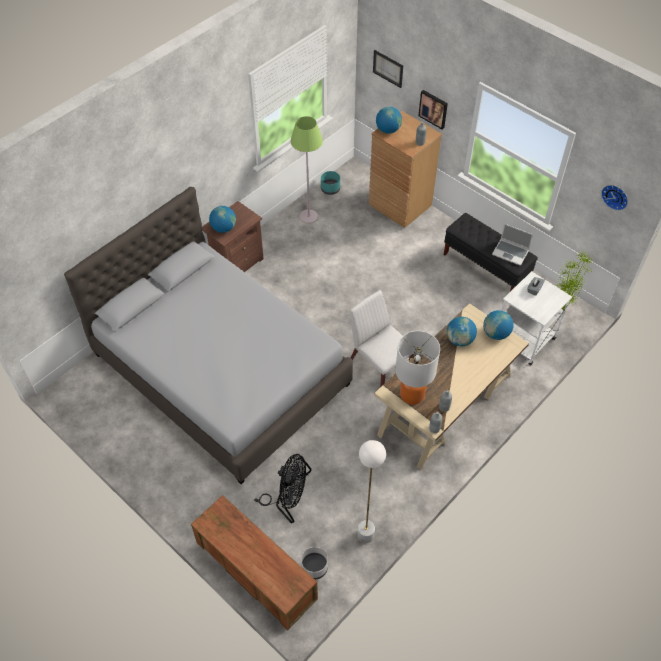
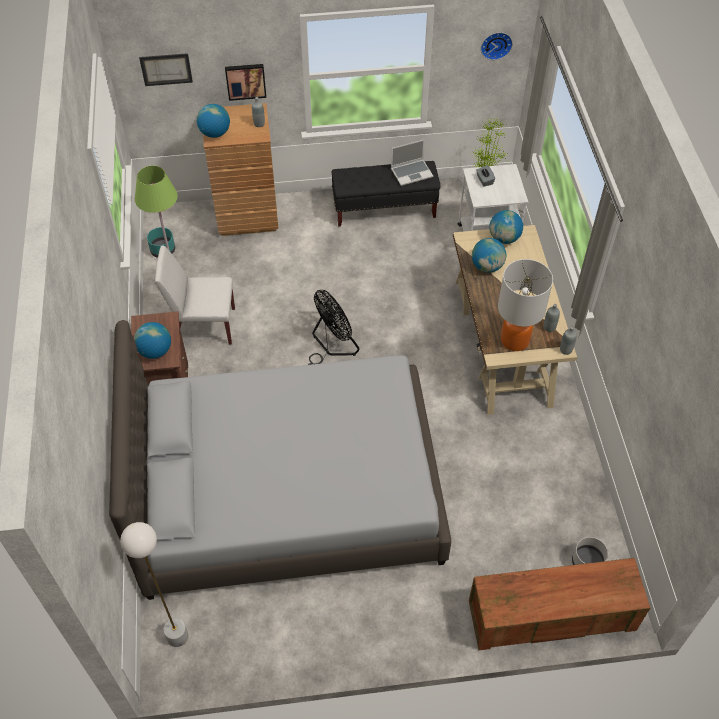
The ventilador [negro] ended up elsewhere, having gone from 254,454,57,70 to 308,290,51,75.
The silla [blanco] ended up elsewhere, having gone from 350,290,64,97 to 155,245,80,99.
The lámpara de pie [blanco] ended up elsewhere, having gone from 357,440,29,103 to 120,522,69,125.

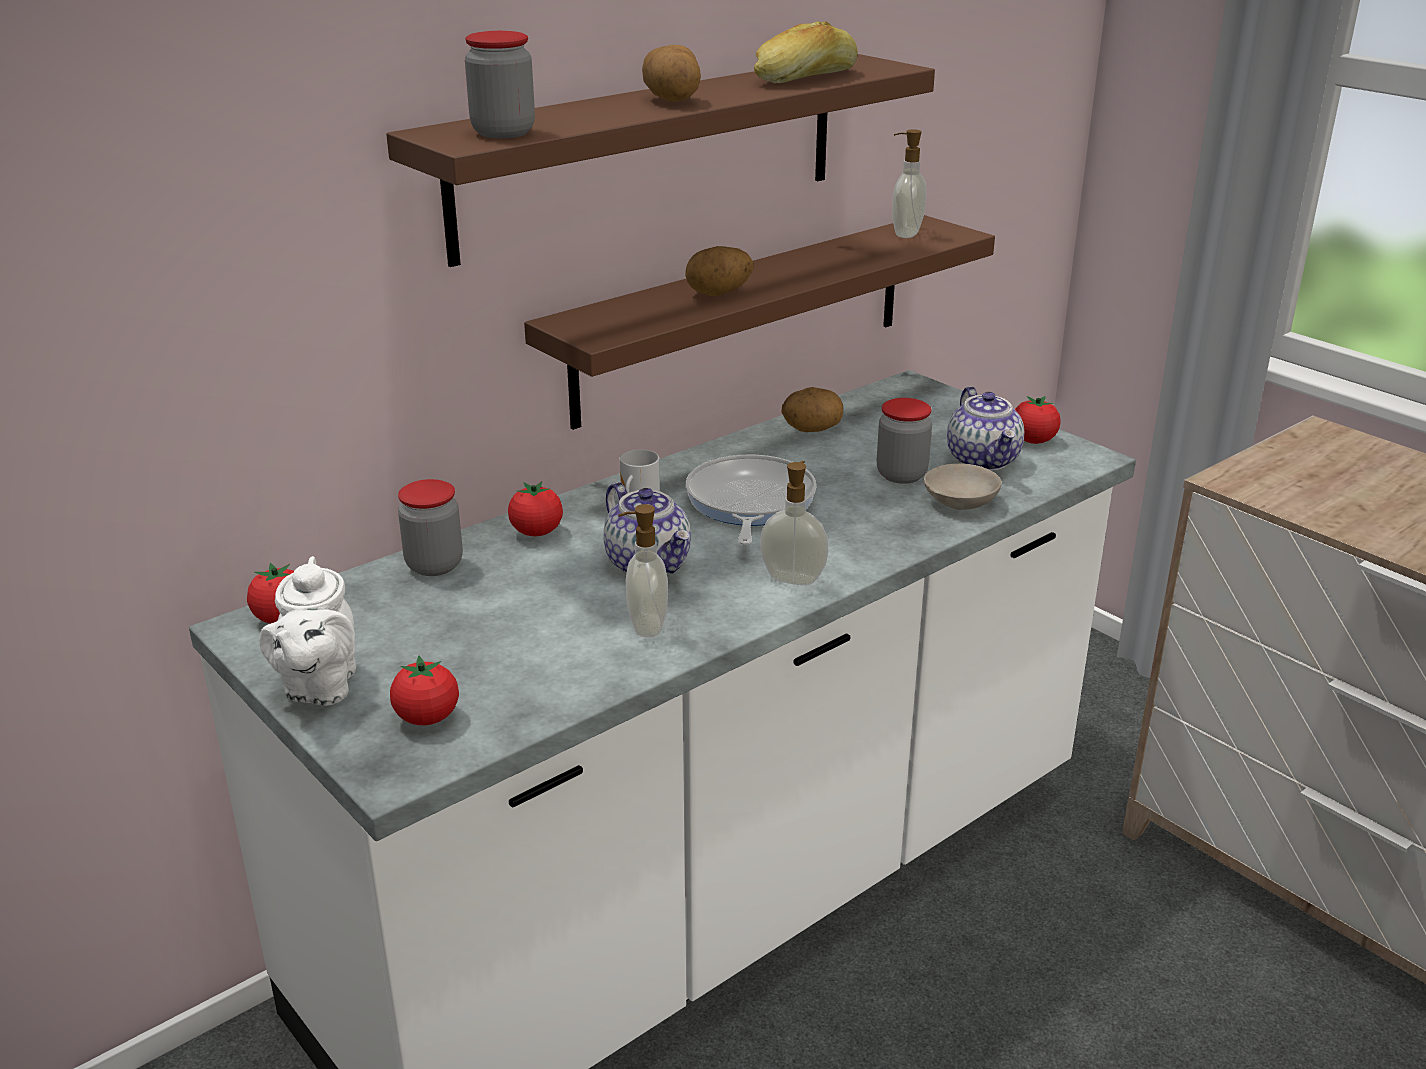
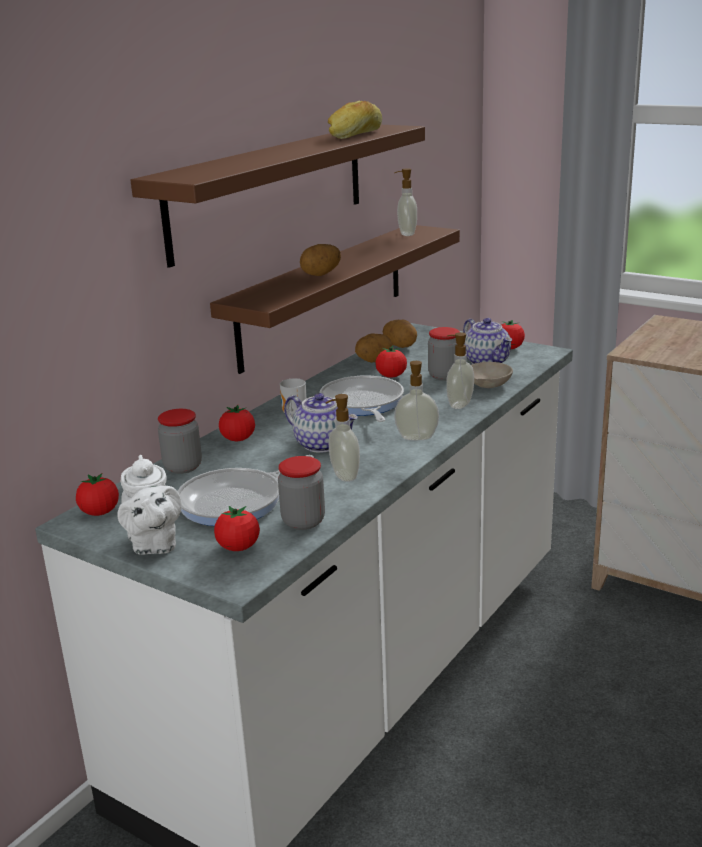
The second view gained the sartén at 177,455,137,71.
The second view gained the tomate at 375,345,32,33.
The second view gained the dispensador de jabón at 446,332,28,77.
The tarro ended up elsewhere, having gone from 465,31,70,107 to 278,456,47,74.
The patata ended up elsewhere, having gone from 642,45,59,57 to 383,319,34,29.

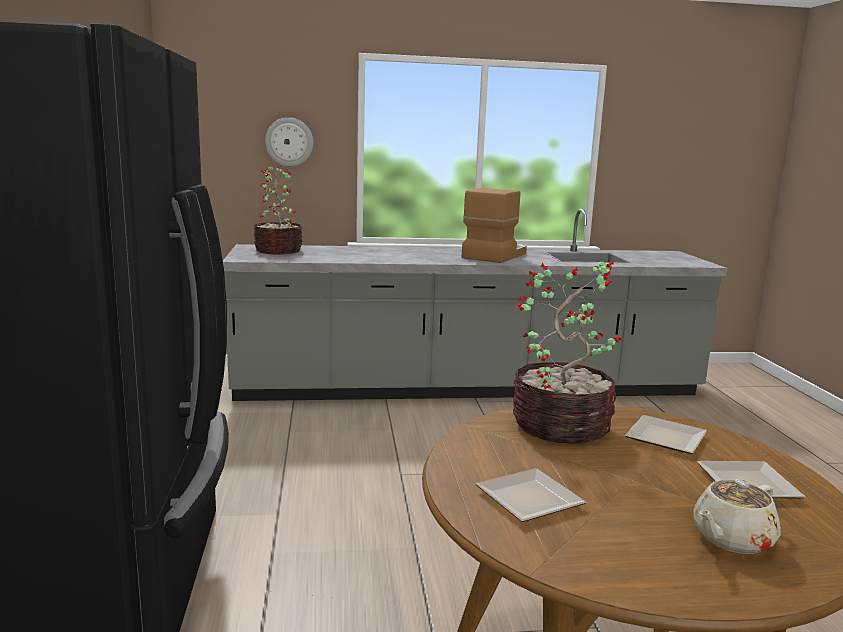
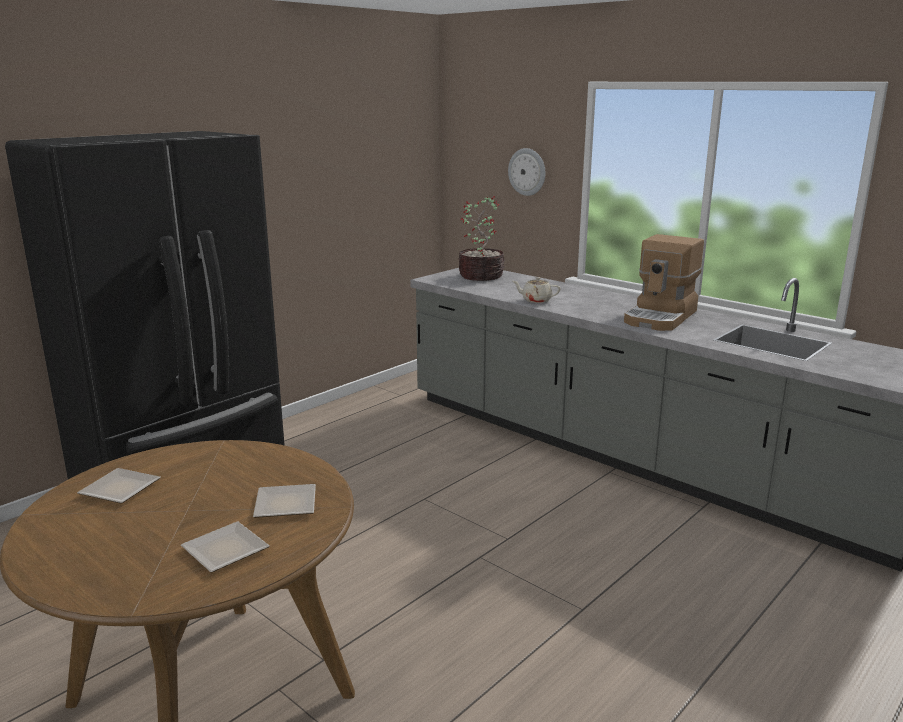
The second view lost the planta en maceta at 513,261,109,183.
The tetera [beis] ended up elsewhere, having gone from 693,479,88,75 to 513,277,48,26.
The cafetera at 462,188,65,75 ended up facing another way, 135 degrees clockwise from before.

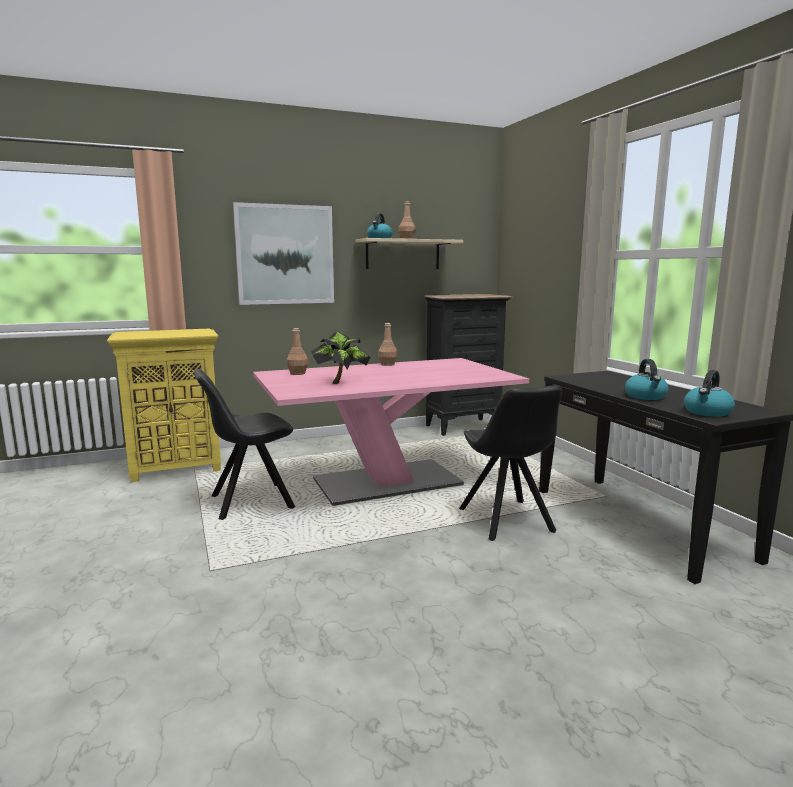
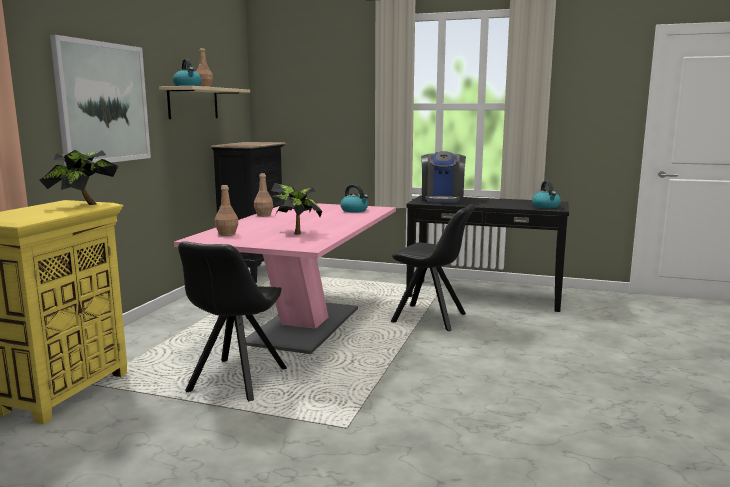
The second view gained the planta en maceta at 39,150,79,55.
The second view gained the cafetera at 421,151,45,52.
The hervidor ended up elsewhere, having gone from 625,359,43,41 to 340,184,28,29.

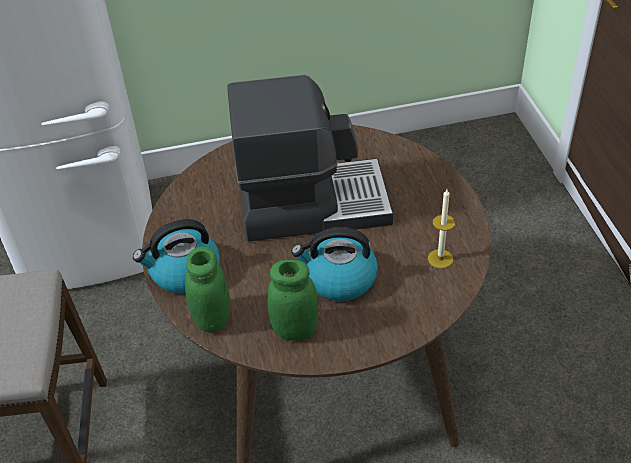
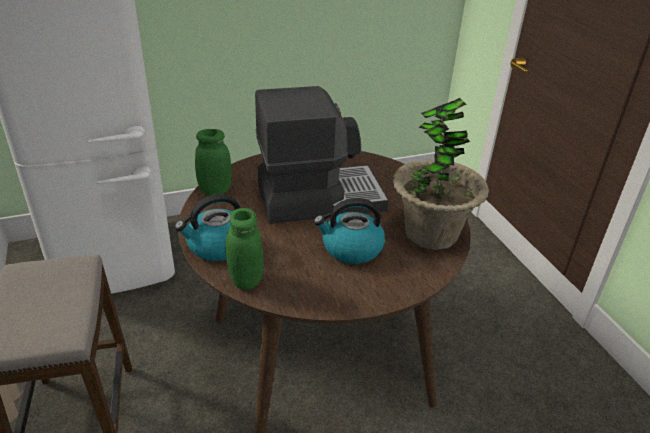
The tarro [verde] ended up elsewhere, having gone from 267,260,51,81 to 195,129,36,66.
Where the vela stood at 428,189,27,79, the planta en maceta came to stand at 393,98,96,152.

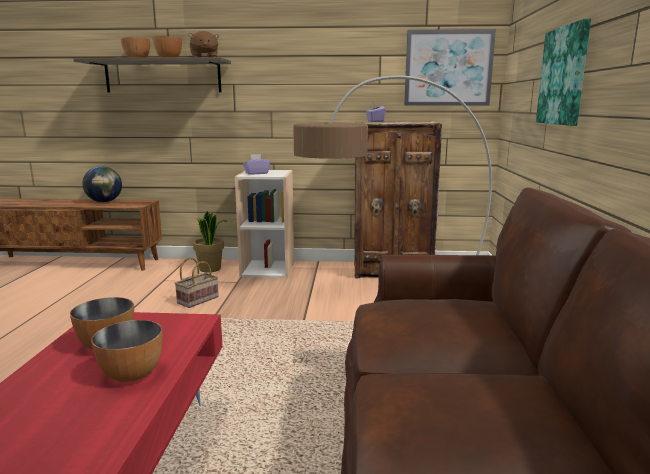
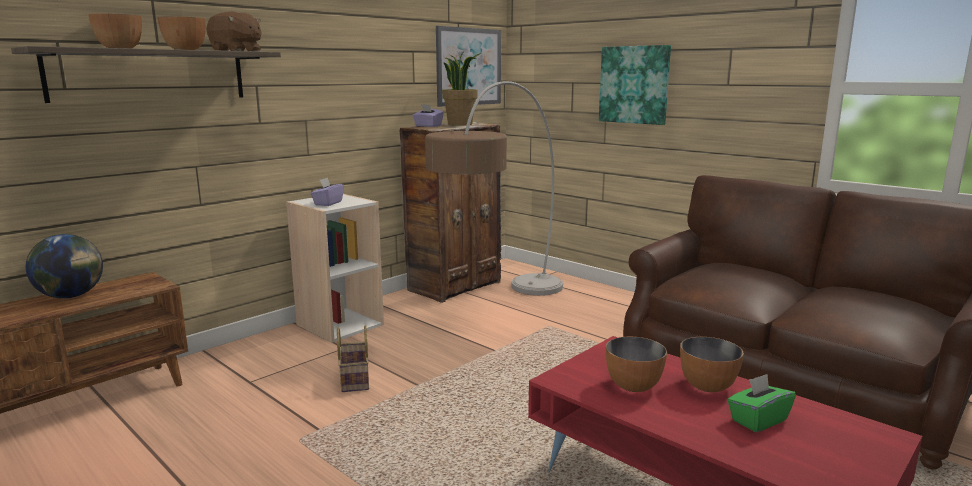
The second view gained the caja de pañuelos [verde] at 727,374,69,58.
The planta en maceta ended up elsewhere, having gone from 193,211,34,62 to 442,51,39,75.

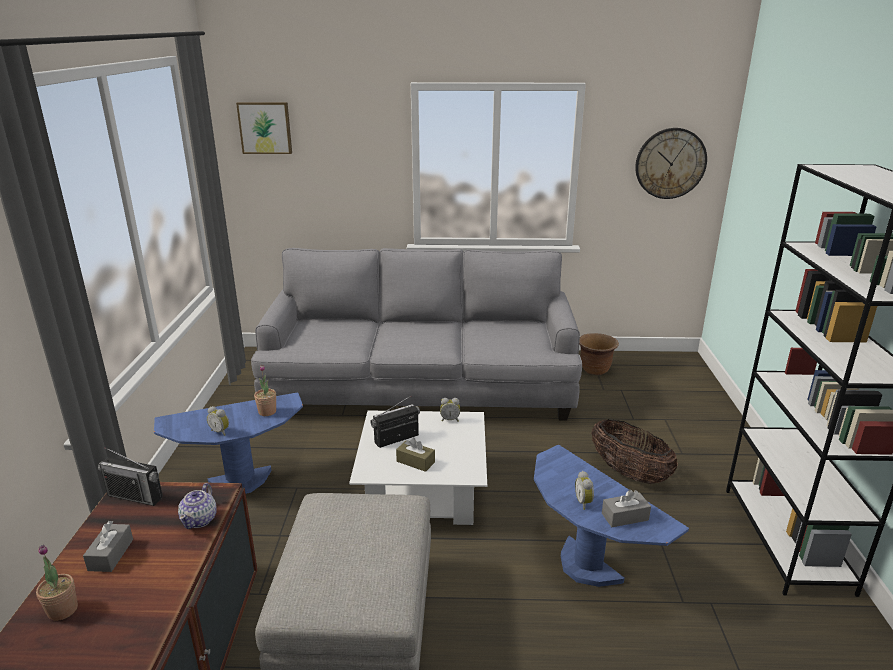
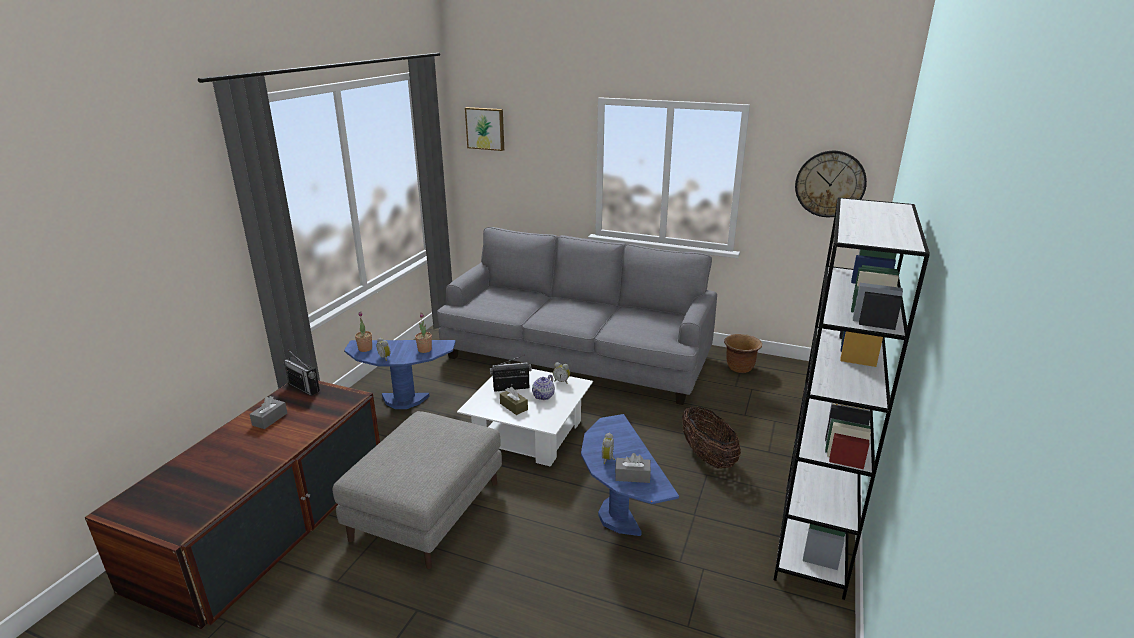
The planta en maceta ended up elsewhere, having gone from 36,544,42,77 to 355,312,17,40.
The tetera ended up elsewhere, having gone from 178,483,39,46 to 532,375,23,25.

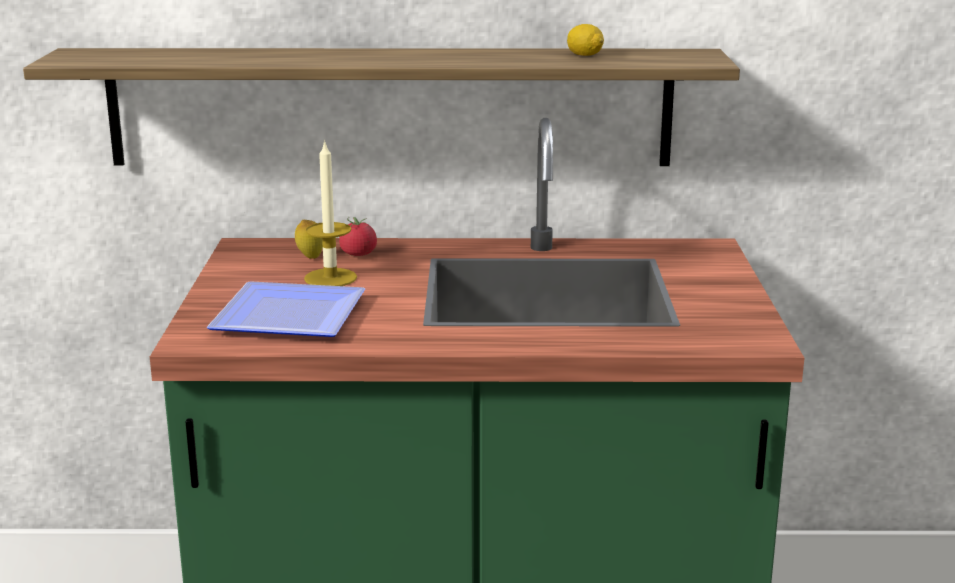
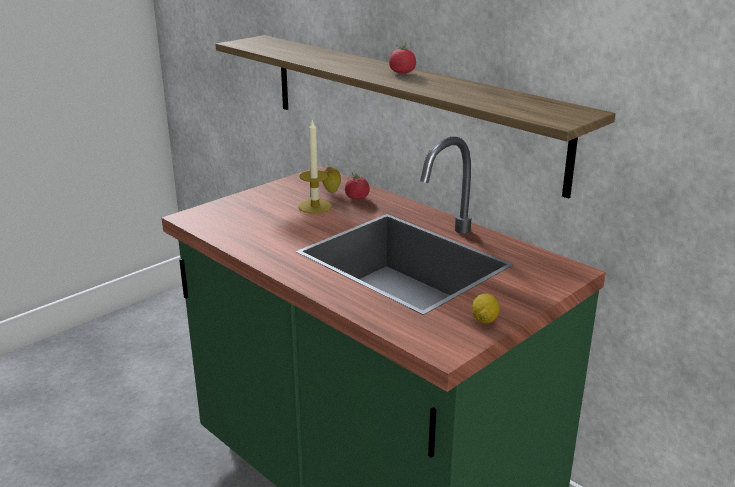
The second view lost the plato at 206,281,159,56.
The second view gained the tomate at 389,44,27,30.
The limón ended up elsewhere, having gone from 567,24,37,32 to 472,293,28,30.

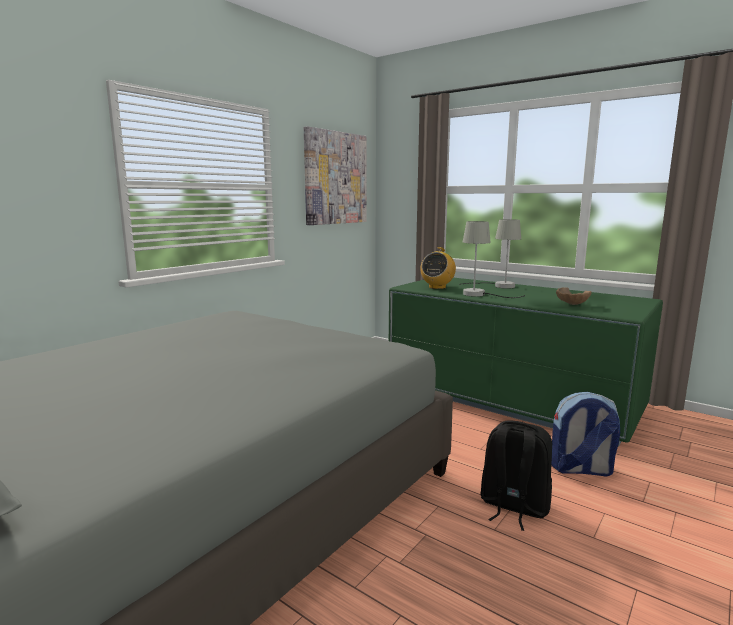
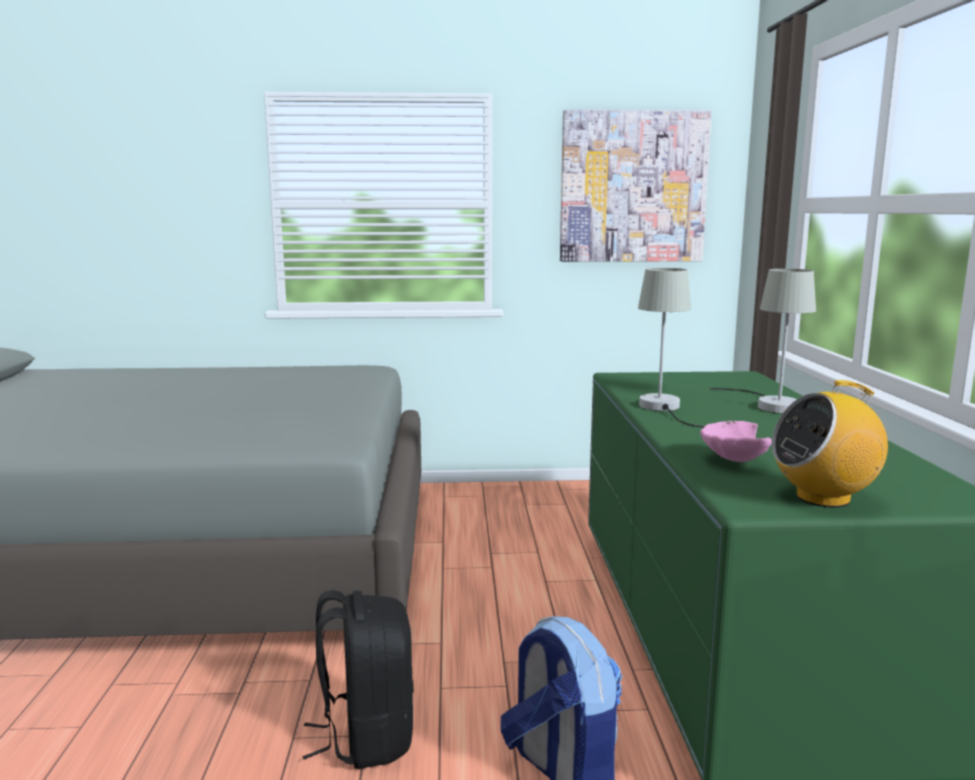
The radio ended up elsewhere, having gone from 420,247,36,42 to 771,380,117,127.
What was the cuenco [marrón] at 556,287,36,18 turned into the cuenco [rosa] at 700,421,72,41.

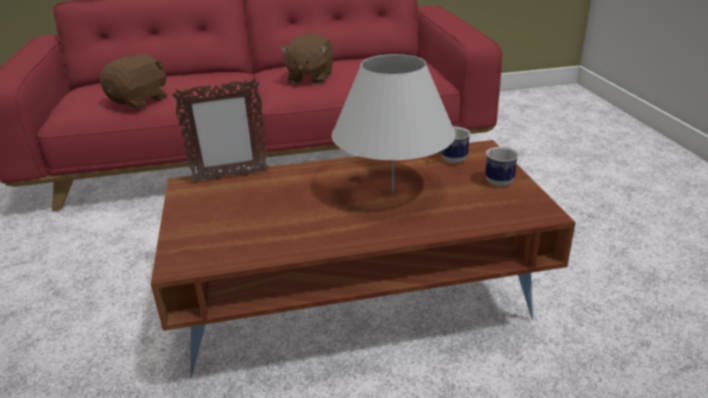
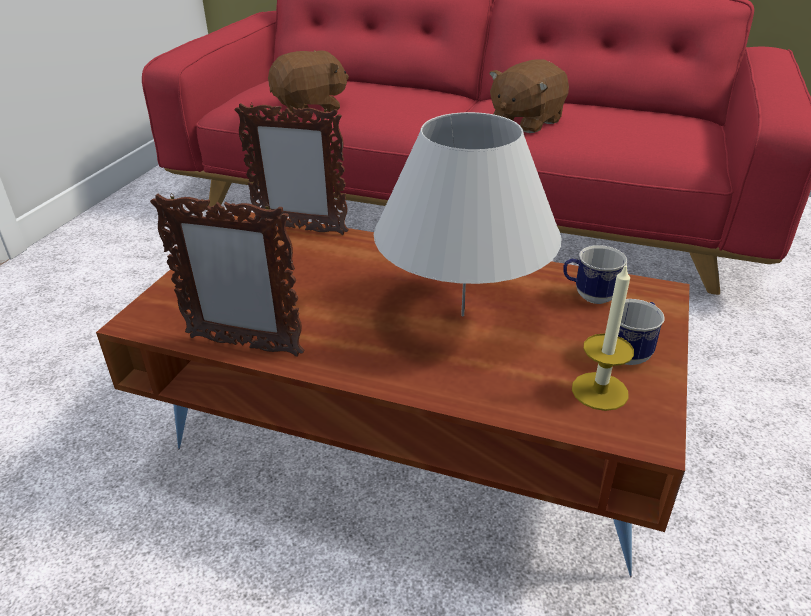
The second view gained the portarretratos at 150,193,155,164.
The second view gained the vela at 572,265,62,146.

